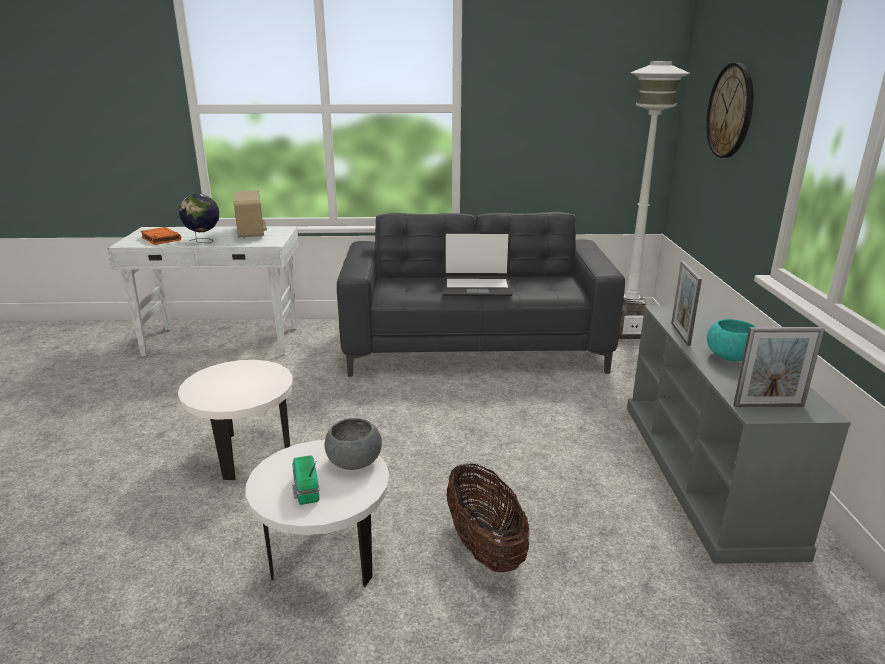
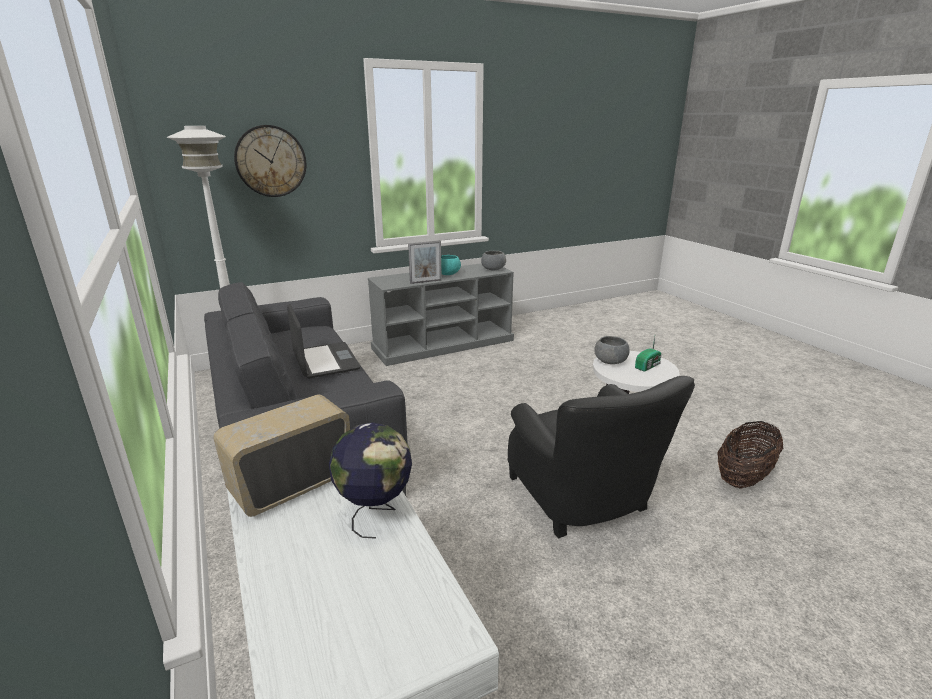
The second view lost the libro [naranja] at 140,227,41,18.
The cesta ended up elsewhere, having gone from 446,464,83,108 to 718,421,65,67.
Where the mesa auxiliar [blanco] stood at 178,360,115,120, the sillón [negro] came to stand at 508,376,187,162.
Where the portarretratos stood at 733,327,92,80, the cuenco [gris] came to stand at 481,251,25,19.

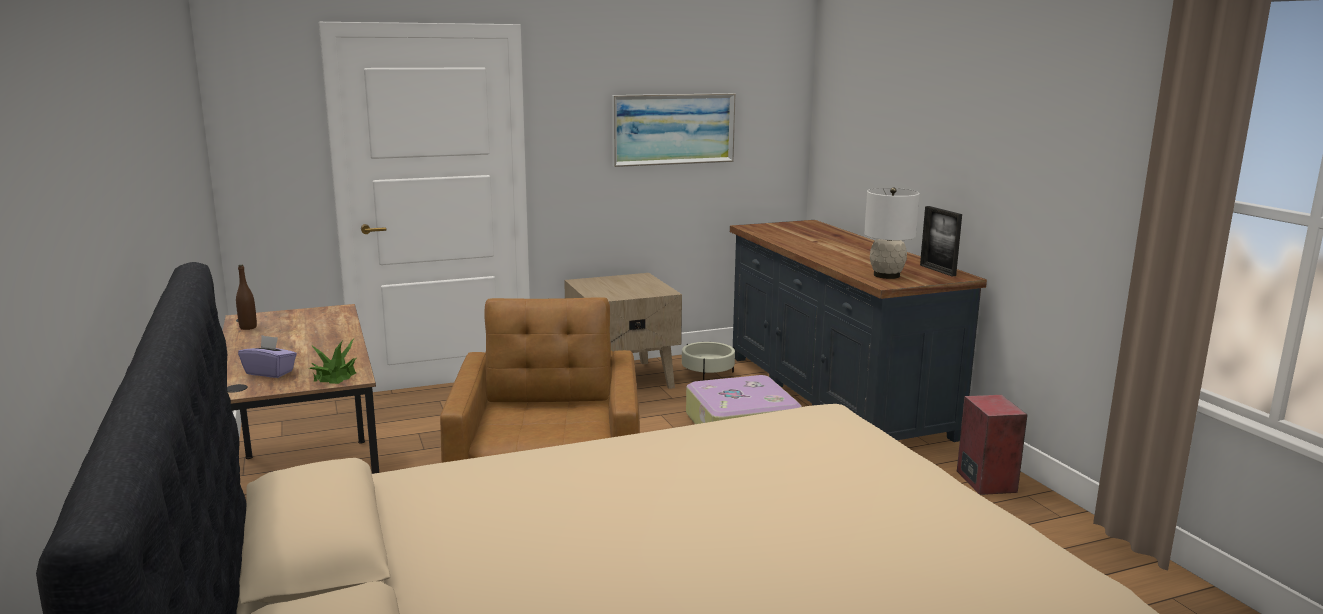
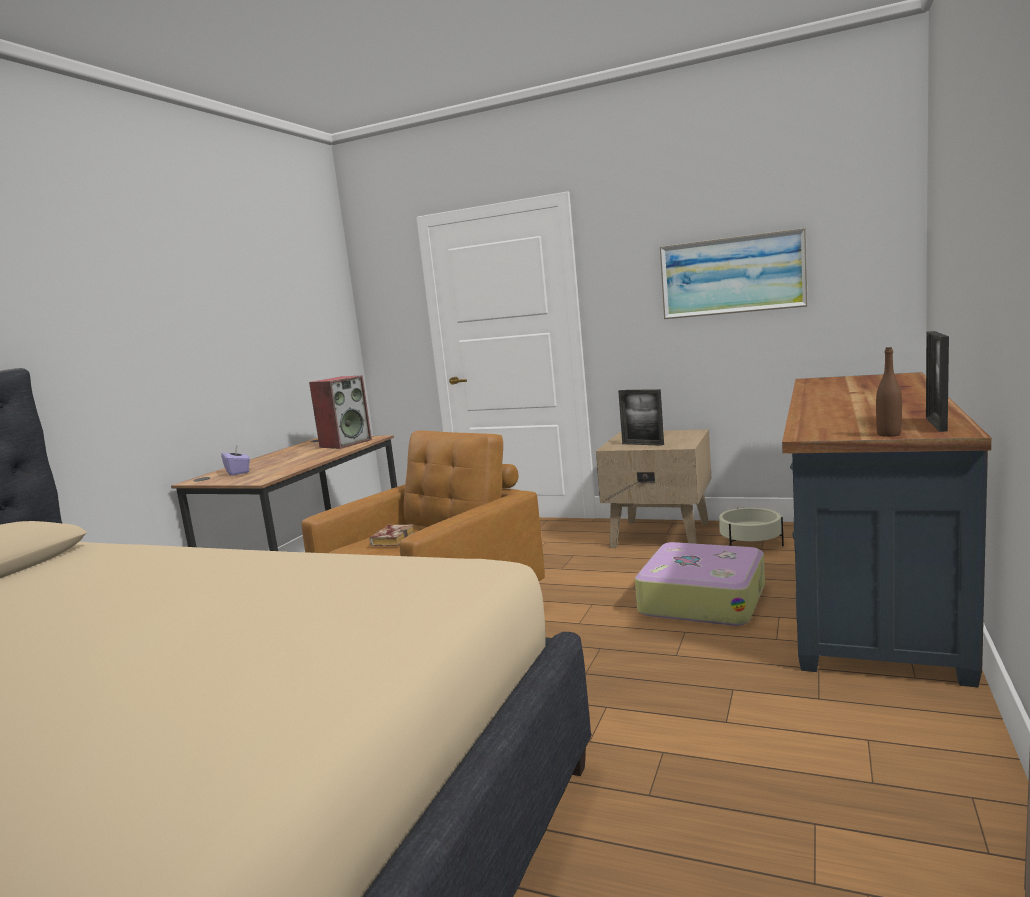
The second view lost the planta en maceta at 309,338,47,46.
The second view lost the lámpara de mesa [blanco] at 864,187,56,92.
The second view gained the libro at 370,525,44,21.
The second view gained the portarretratos at 618,389,46,57.
The botella [marrón] ended up elsewhere, having gone from 236,265,21,65 to 876,347,26,90.
The altavoz ended up elsewhere, having gone from 957,395,71,100 to 309,376,63,73.

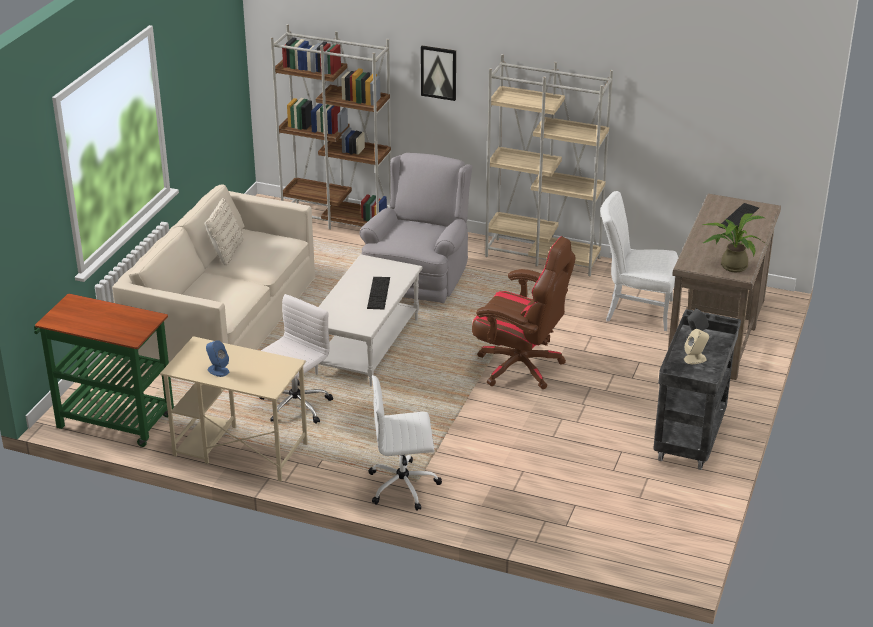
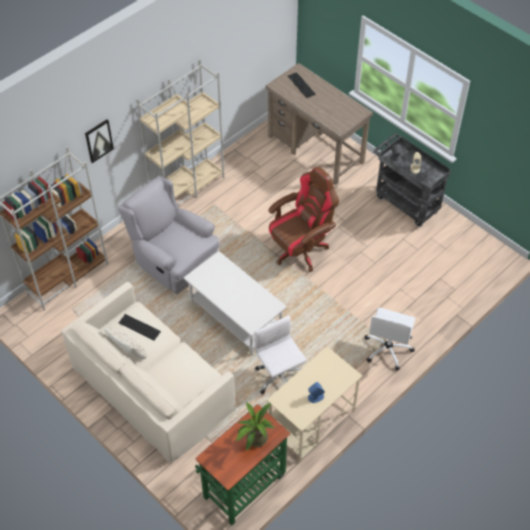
The second view lost the silla [blanco] at 600,191,78,140.
The teclado ended up elsewhere, having gone from 367,277,23,33 to 119,314,42,26.
The planta en maceta ended up elsewhere, having gone from 703,213,64,59 to 235,403,39,48.

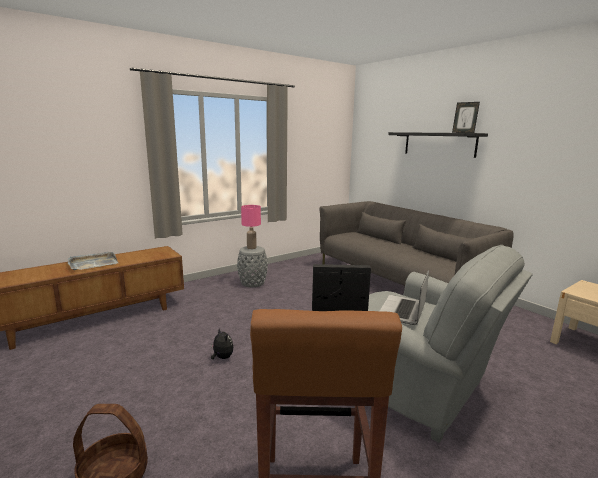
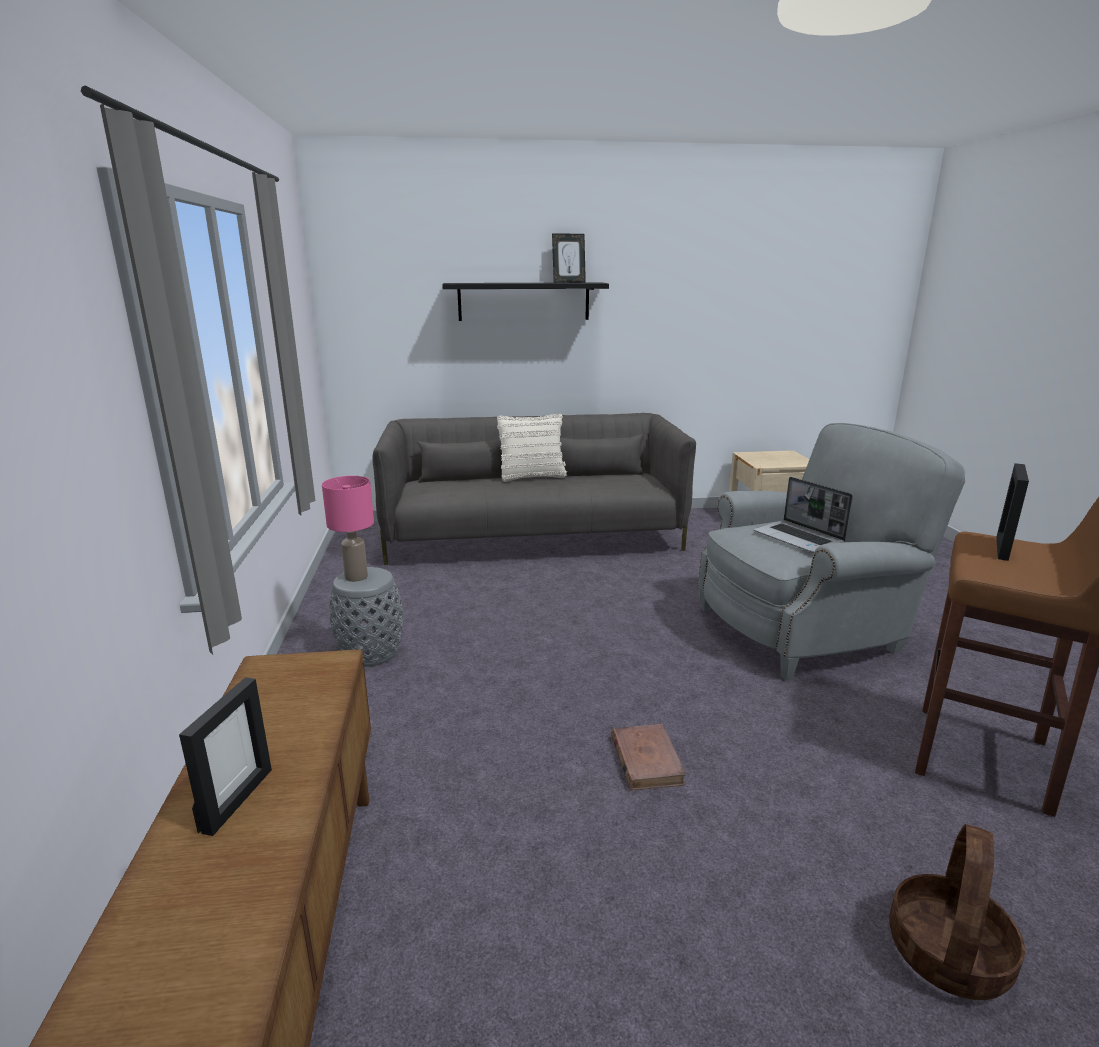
The second view gained the cojín [beis] at 497,413,70,69.
Where the bandeja [gris] stood at 68,252,50,18, the portarretratos came to stand at 179,677,93,159.
Where the peluche stood at 211,328,22,31, the libro [marrón] came to stand at 611,724,75,67.

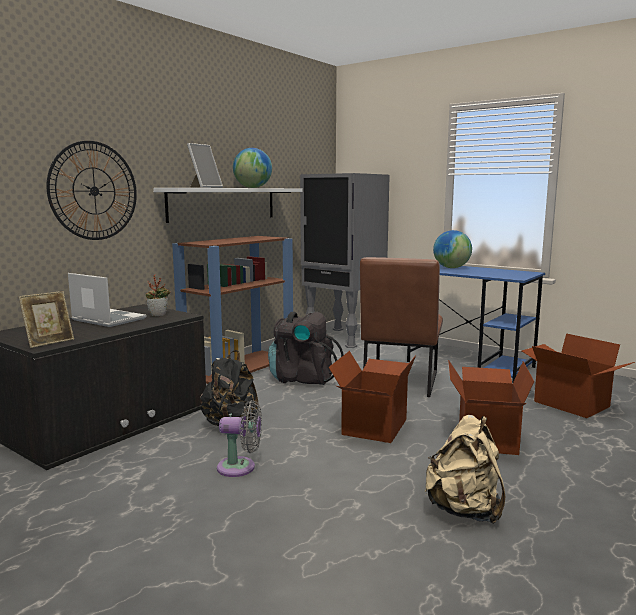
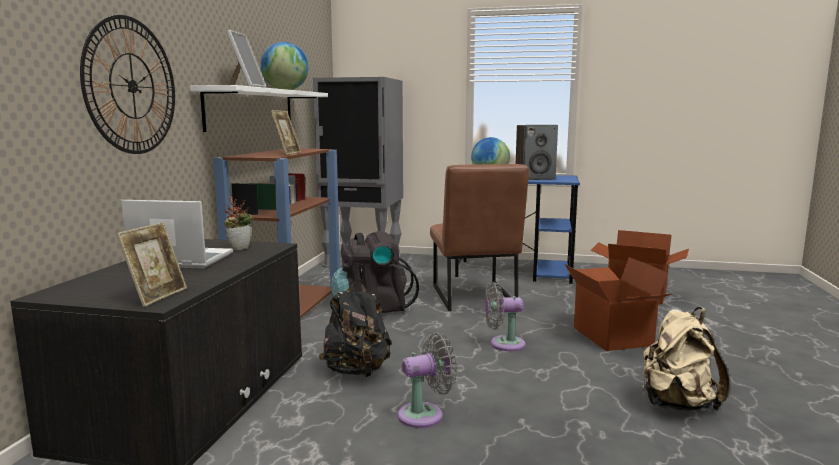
The second view gained the portarretratos at 271,110,30,45.
The second view gained the altavoz at 516,125,42,55.
Where the caja de cartón stood at 328,351,88,92, the ventilador [gris] came to stand at 484,282,42,69.

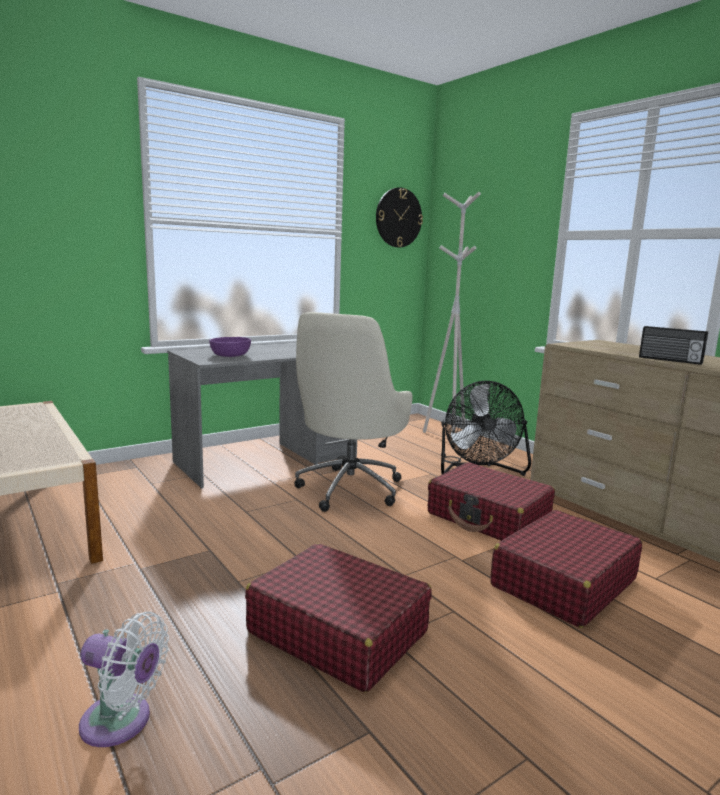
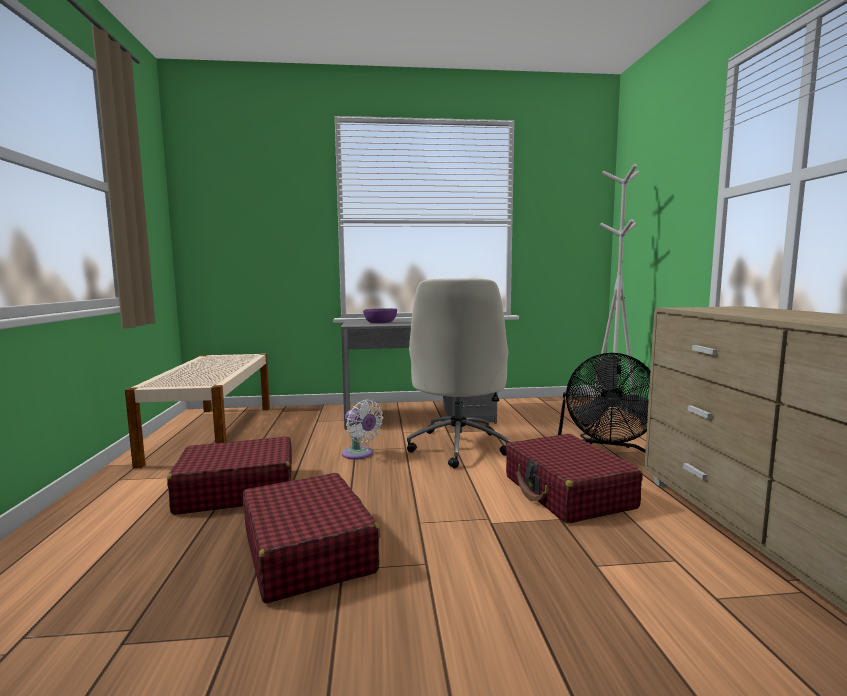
The second view lost the reloj de pared at 376,187,47,60.
The second view lost the radio at 639,326,69,39.
The ventilador [blanco] ended up elsewhere, having gone from 79,612,90,135 to 342,399,41,61.
The maleta [rojo] ended up elsewhere, having gone from 490,510,152,118 to 167,436,125,79.
The silla de oficina [beis] at 294,312,119,200 ended up facing another way, 45 degrees counterclockwise from before.

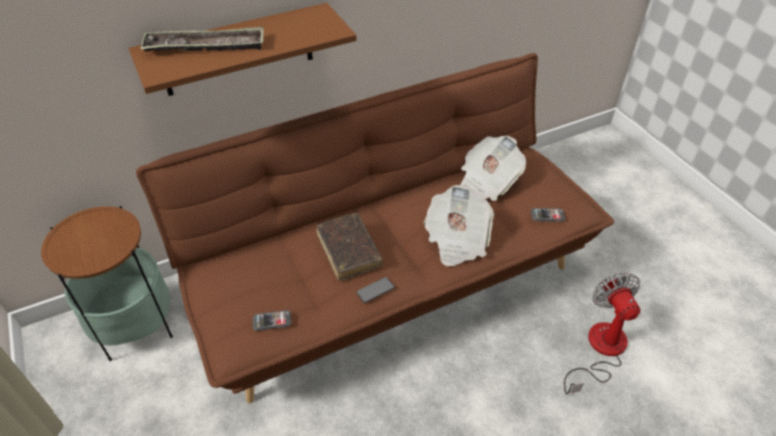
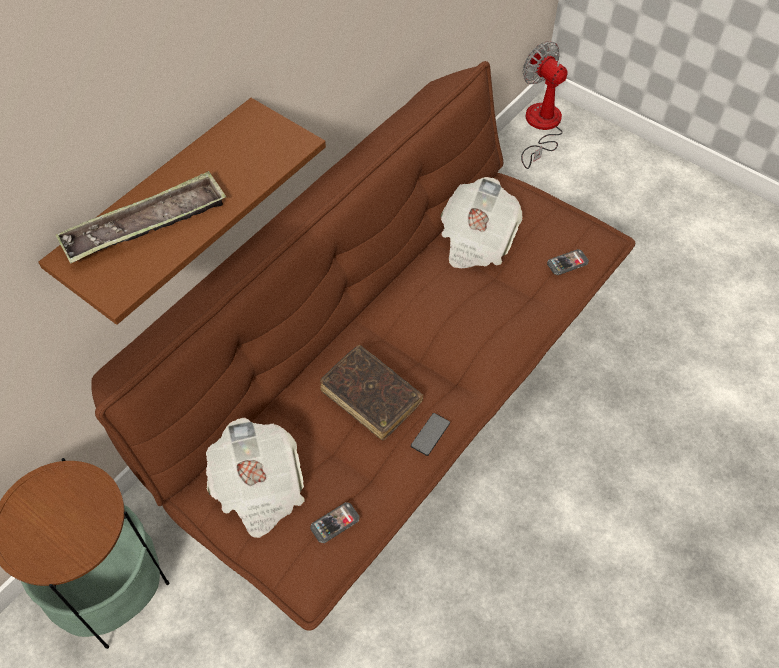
The periódico ended up elsewhere, having gone from 424,185,70,82 to 206,418,99,120.
The ventilador ended up elsewhere, having gone from 564,272,76,122 to 521,41,47,128.

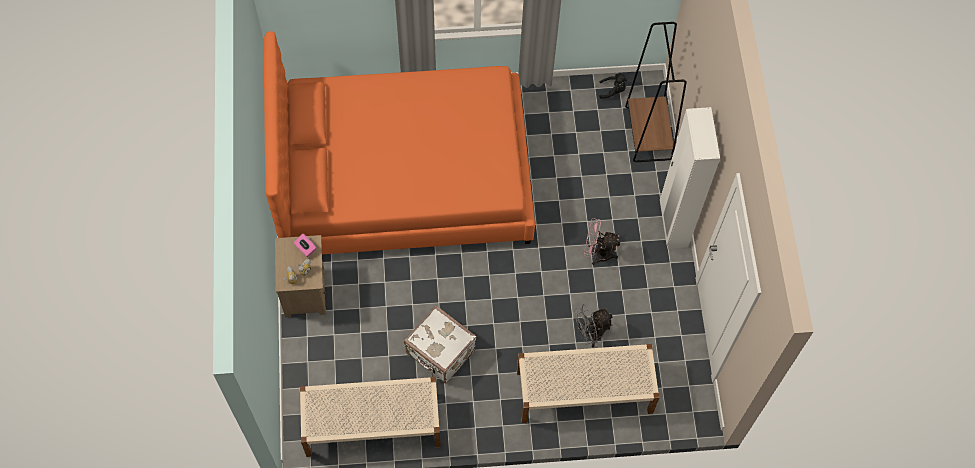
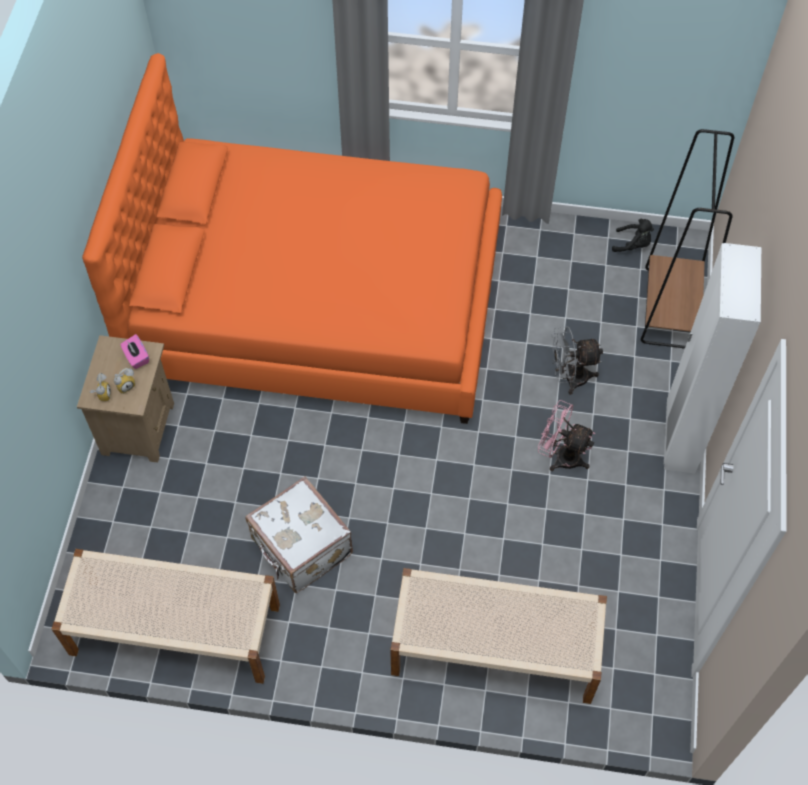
The ventilador [gris] ended up elsewhere, having gone from 574,304,39,43 to 551,326,52,69.

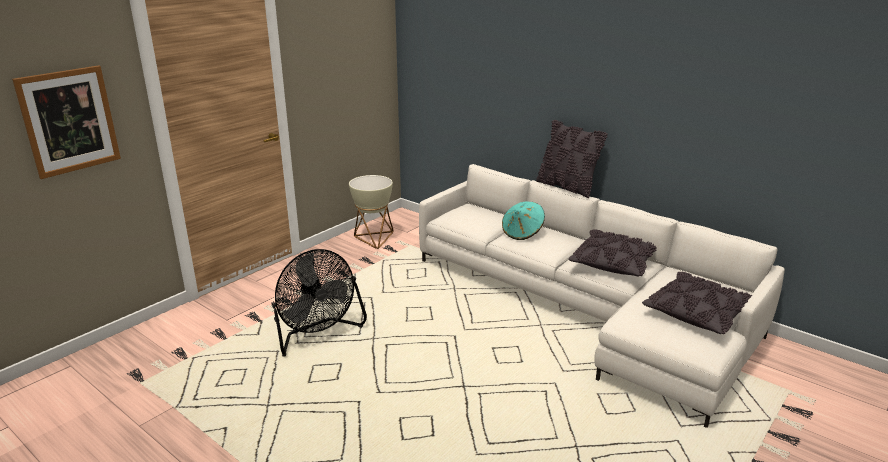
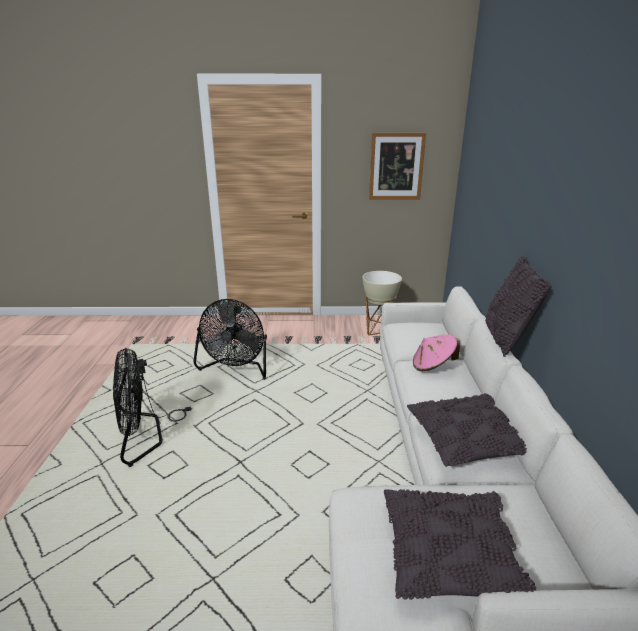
The second view gained the ventilador [negro] at 113,348,80,119.
The cuadro ended up elsewhere, having gone from 12,65,109,114 to 369,133,57,66.
What was the sombrero [turquesa] at 502,201,43,39 turned into the sombrero [rosa] at 413,334,47,37.

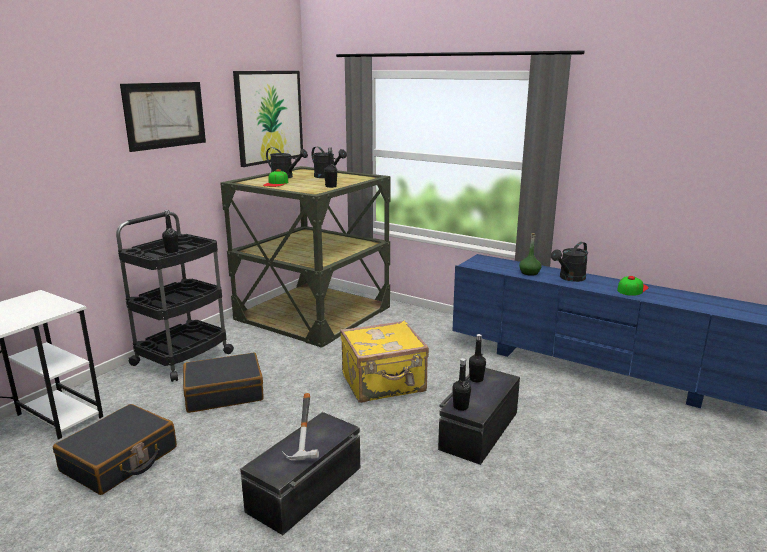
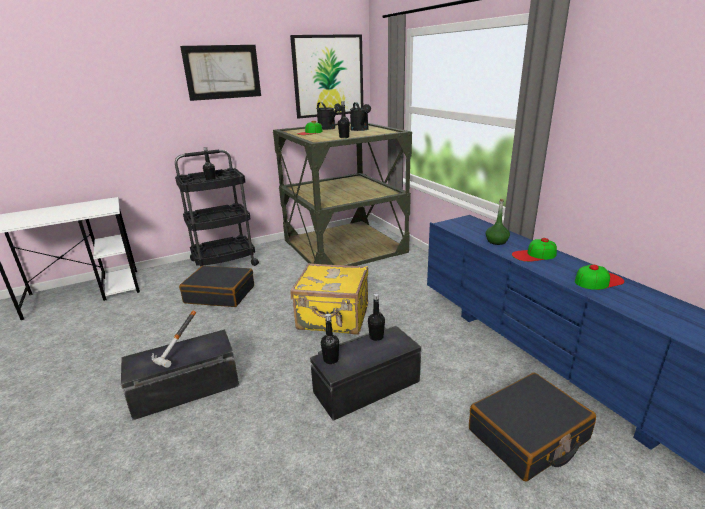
The maleta [negro] ended up elsewhere, having gone from 53,404,124,91 to 469,373,127,108.
Where the regadera [negro] stood at 551,242,37,40, the gorra came to stand at 512,238,45,24.

